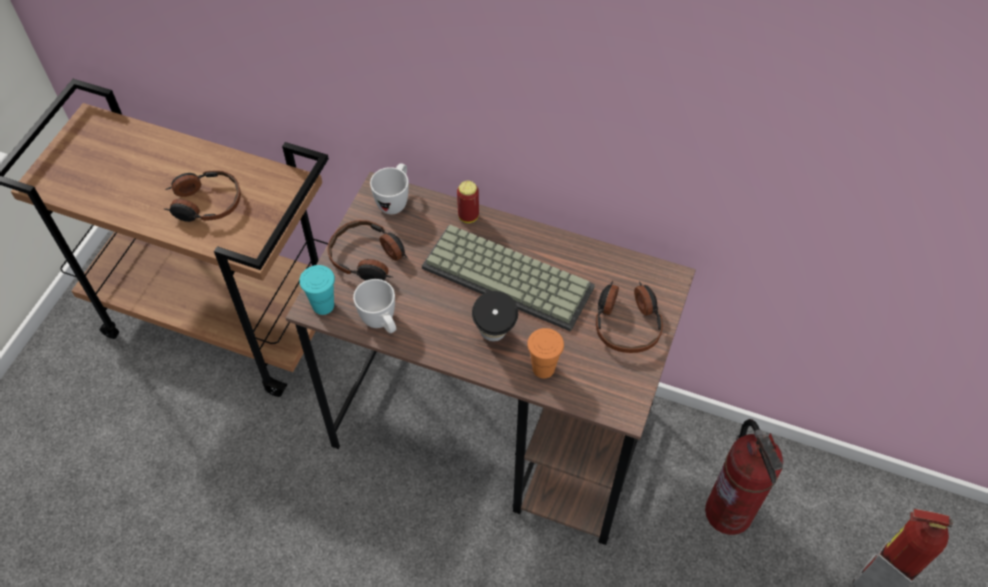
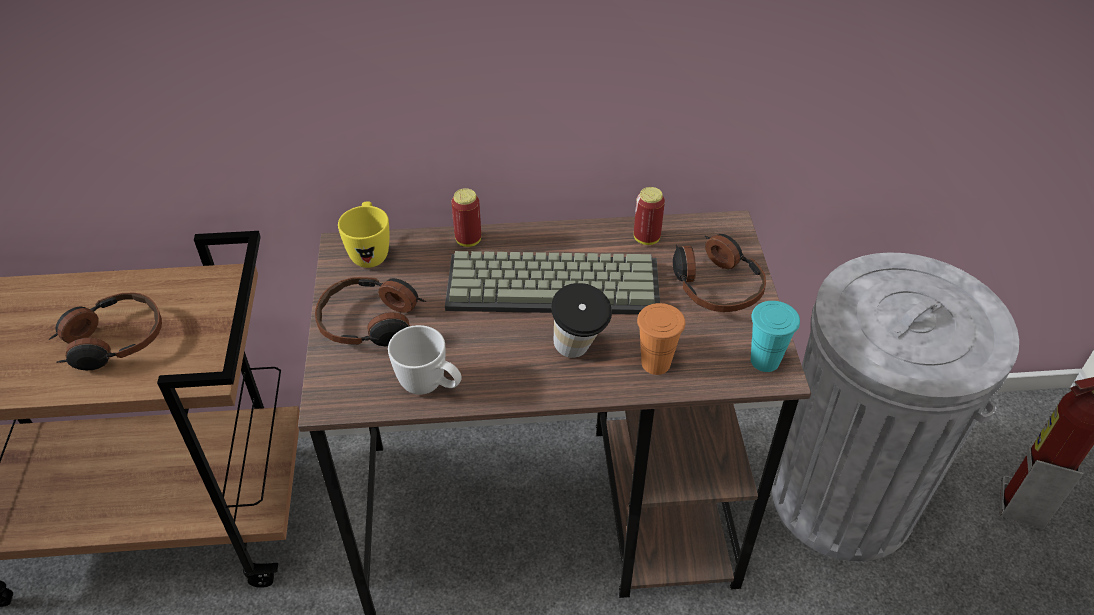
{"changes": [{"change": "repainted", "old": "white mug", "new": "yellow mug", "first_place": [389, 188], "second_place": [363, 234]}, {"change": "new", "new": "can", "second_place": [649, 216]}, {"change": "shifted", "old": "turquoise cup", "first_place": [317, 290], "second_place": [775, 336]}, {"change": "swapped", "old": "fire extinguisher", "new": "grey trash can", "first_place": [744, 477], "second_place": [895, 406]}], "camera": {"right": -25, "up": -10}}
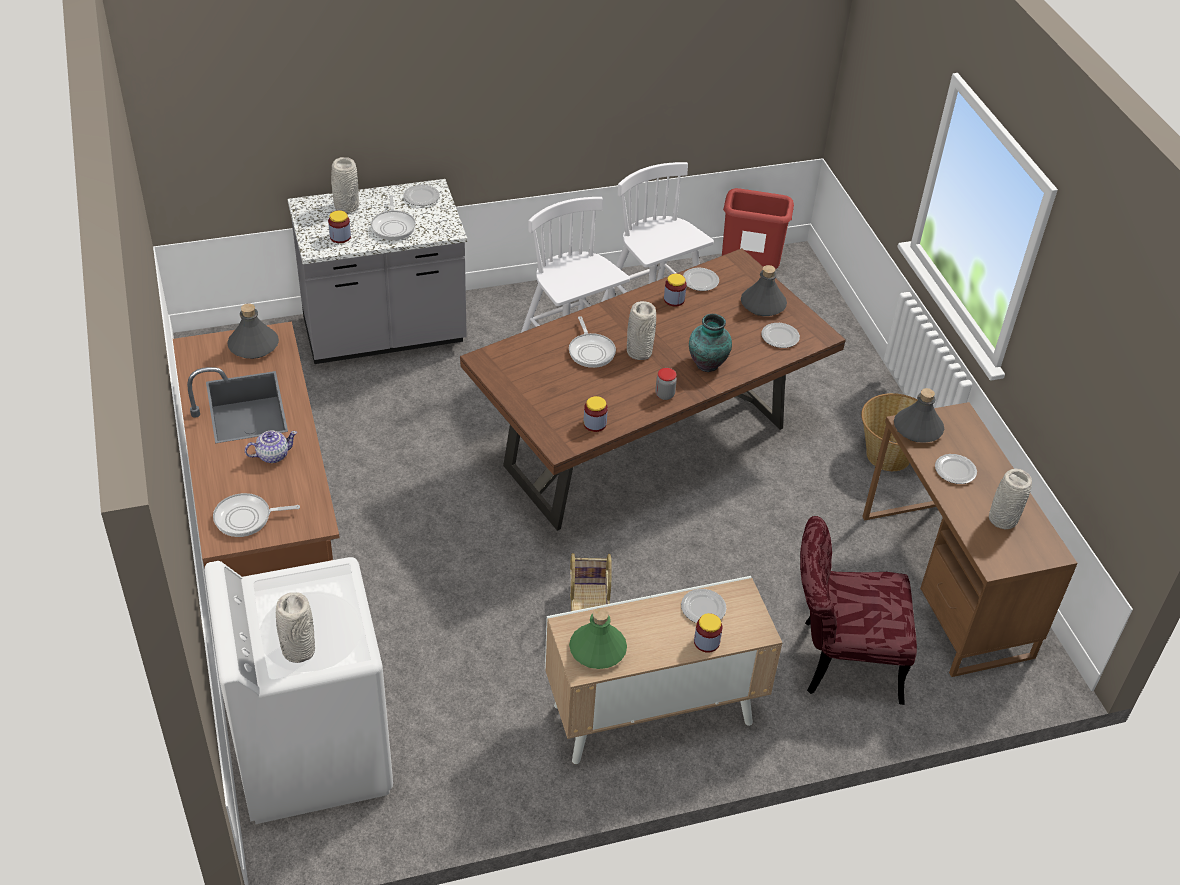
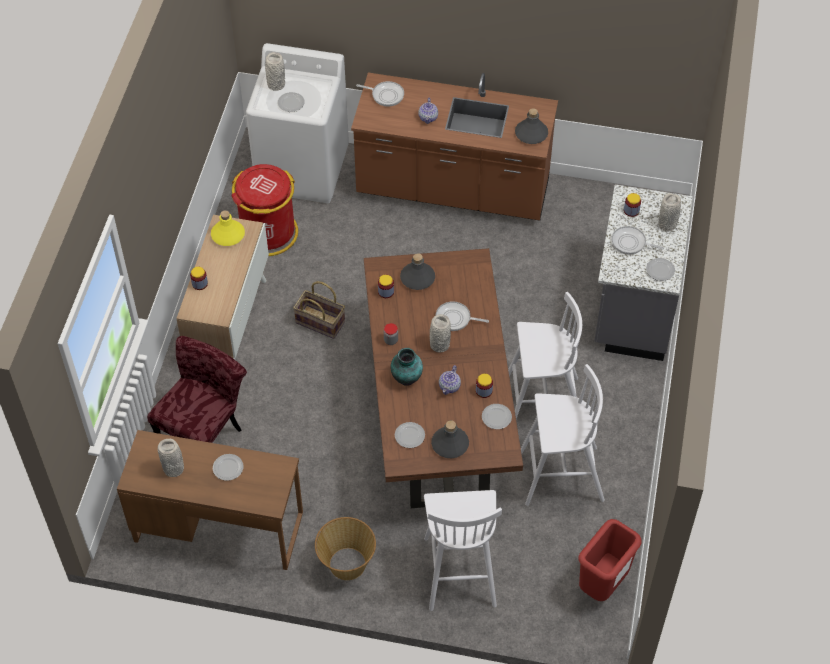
{"changes": [{"change": "repainted", "old": "green bottle", "new": "yellow bottle", "first_place": [598, 638], "second_place": [228, 228]}, {"change": "new", "new": "red trash can", "second_place": [264, 210]}, {"change": "shifted", "old": "plate", "first_place": [703, 606], "second_place": [291, 102]}, {"change": "rotated", "old": "frying pan", "first_place": [256, 515], "second_place": [380, 94], "degrees": 90}, {"change": "shifted", "old": "grey bottle", "first_place": [919, 415], "second_place": [417, 271]}, {"change": "new", "new": "white stool", "second_place": [463, 550]}, {"change": "new", "new": "teapot", "second_place": [450, 380]}], "camera": {"right": 120, "up": 10}}
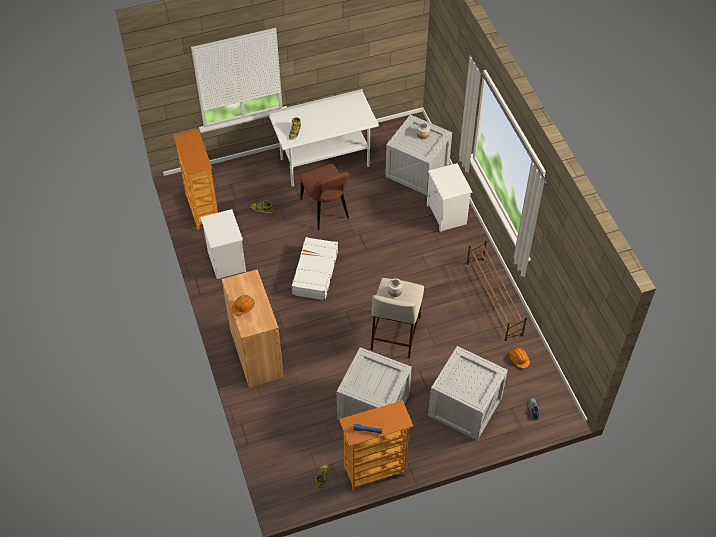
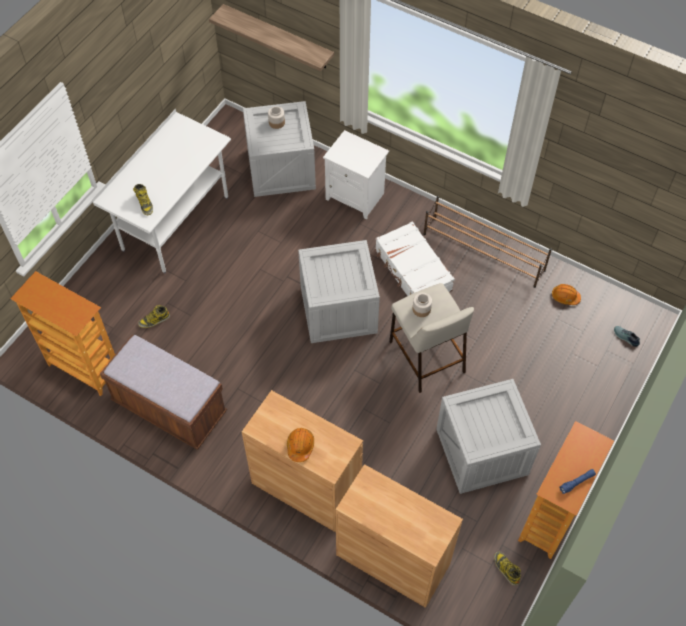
{"changes": [{"change": "swapped", "old": "white nightstand", "new": "brown bench", "first_place": [223, 244], "second_place": [163, 392]}, {"change": "new", "new": "shelf", "second_place": [271, 37]}, {"change": "shifted", "old": "crate", "first_place": [468, 393], "second_place": [339, 291]}, {"change": "new", "new": "brown cabinet", "second_place": [399, 536]}, {"change": "shifted", "old": "white suitcase", "first_place": [314, 268], "second_place": [415, 258]}, {"change": "gone", "old": "brown chair", "first_place": [324, 197]}], "camera": {"right": -40, "up": 5}}
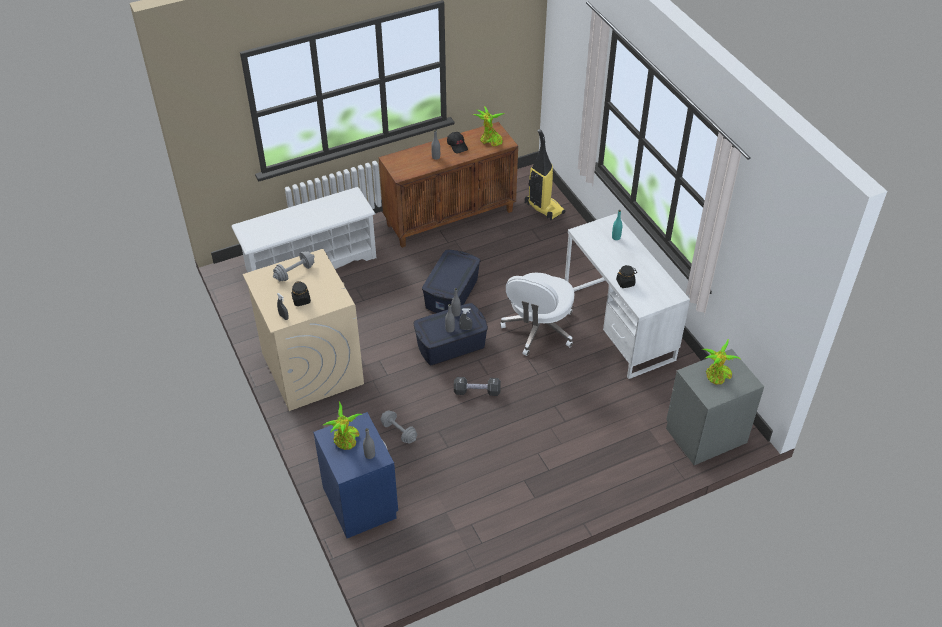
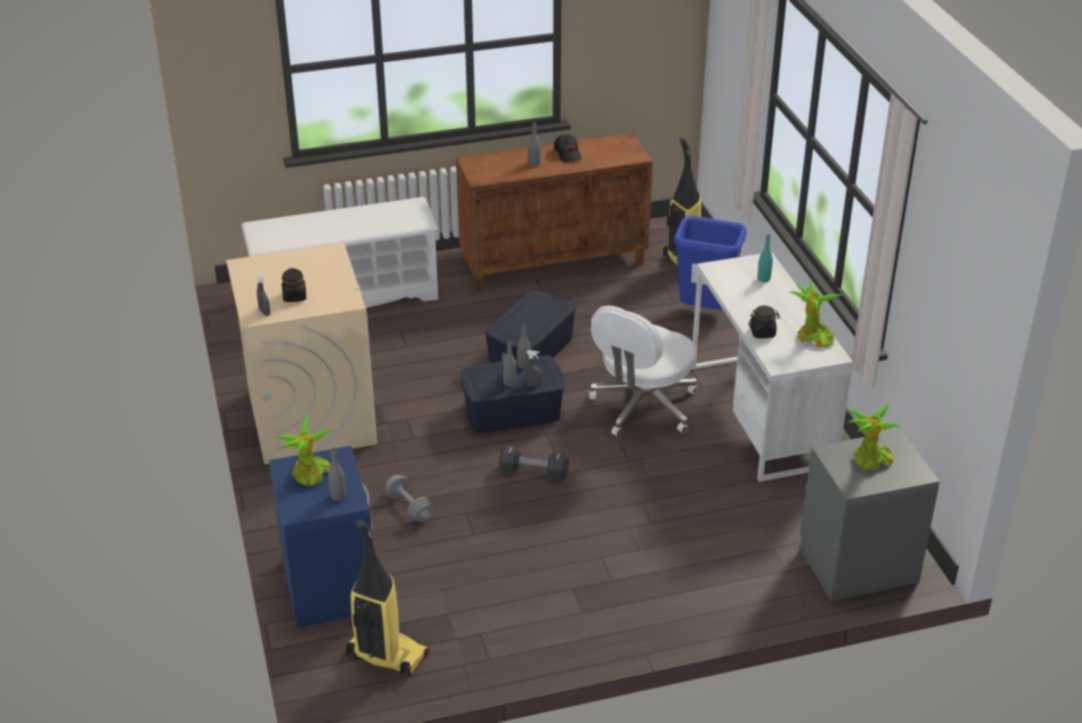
{"changes": [{"change": "new", "new": "vacuum cleaner", "second_place": [387, 599]}, {"change": "new", "new": "blue trash can", "second_place": [710, 262]}, {"change": "shifted", "old": "potted plant", "first_place": [488, 126], "second_place": [816, 314]}, {"change": "gone", "old": "grey dumbbell", "first_place": [294, 266]}], "camera": {"right": 10, "up": -10}}
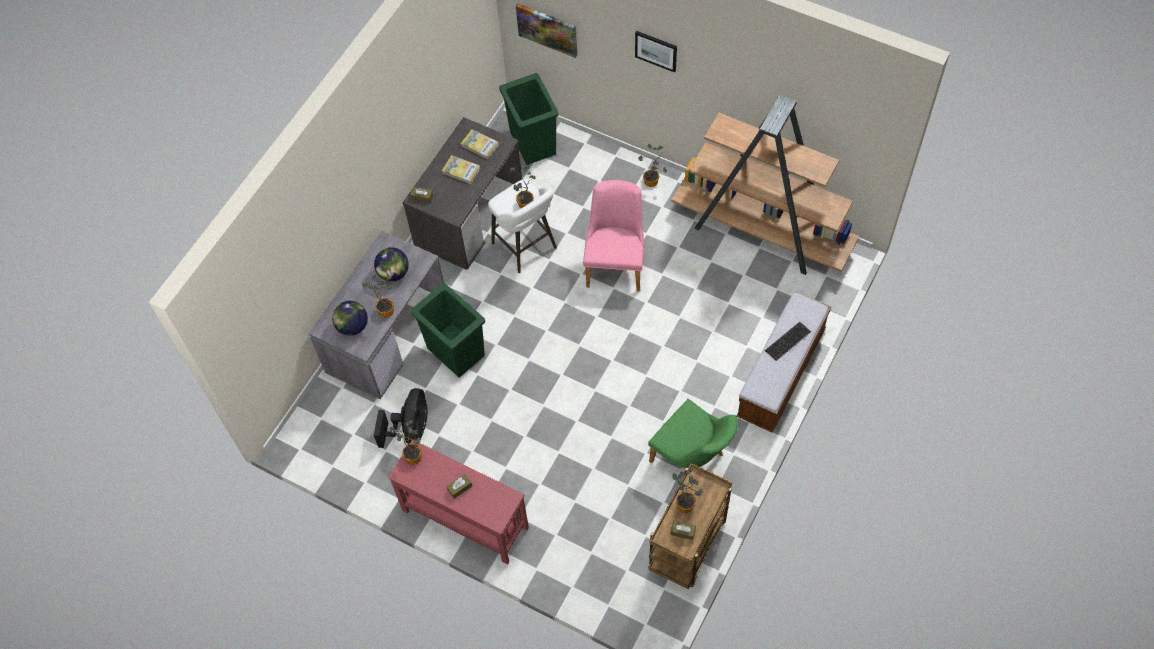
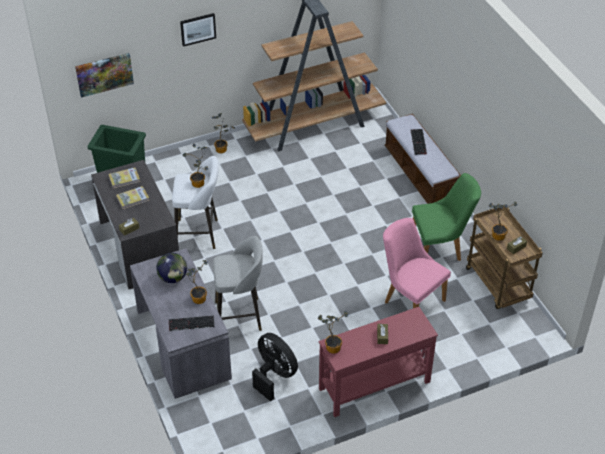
{"changes": [{"change": "swapped", "old": "globe", "new": "keyboard", "first_place": [350, 318], "second_place": [191, 323]}, {"change": "swapped", "old": "green trash can", "new": "grey stool", "first_place": [448, 330], "second_place": [238, 283]}, {"change": "shifted", "old": "pink chair", "first_place": [613, 236], "second_place": [417, 263]}], "camera": {"right": -55, "up": -15}}
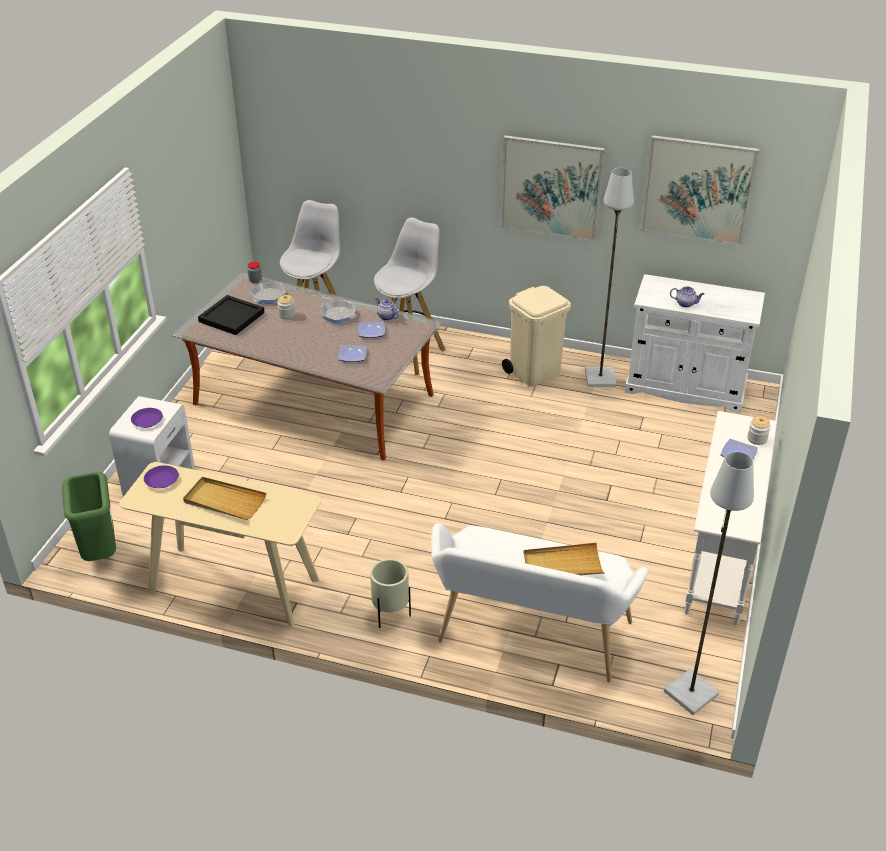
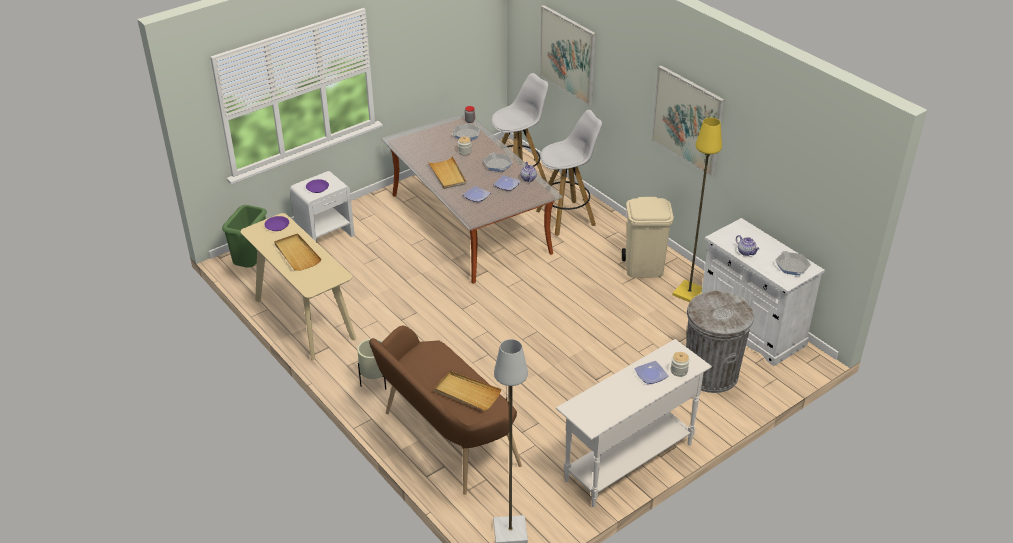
{"changes": [{"change": "repainted", "old": "white bench", "new": "brown bench", "first_place": [539, 603], "second_place": [445, 410]}, {"change": "new", "new": "beige tray", "second_place": [446, 172]}, {"change": "shifted", "old": "picture", "first_place": [699, 190], "second_place": [568, 55]}, {"change": "repainted", "old": "grey floor lamp", "new": "yellow floor lamp", "first_place": [609, 277], "second_place": [697, 209]}, {"change": "new", "new": "grey trash can", "second_place": [720, 341]}, {"change": "new", "new": "frying pan", "second_place": [793, 263]}, {"change": "gone", "old": "black tray", "first_place": [231, 315]}], "camera": {"right": 35, "up": 0}}
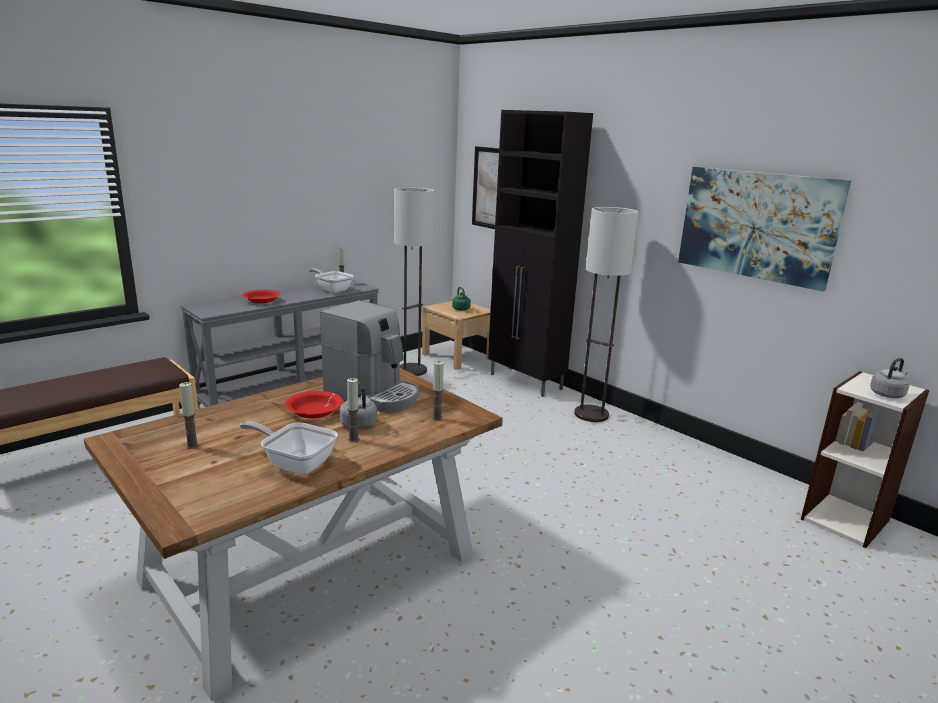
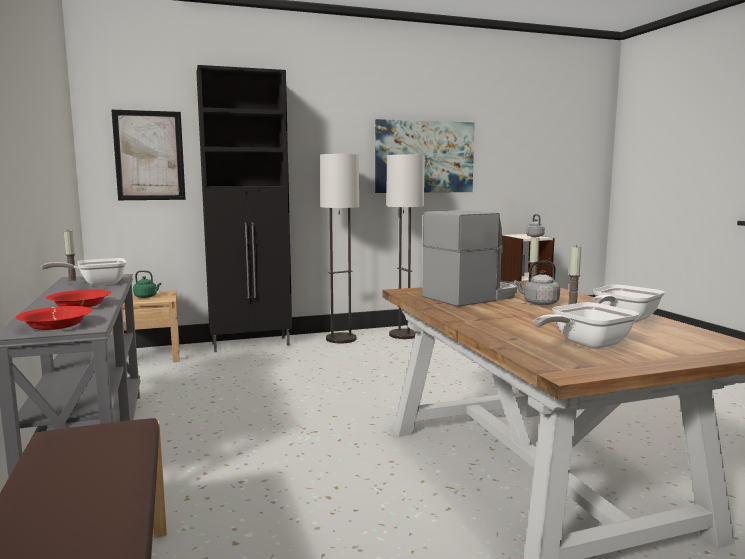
{"changes": [{"change": "shifted", "old": "red bowl", "first_place": [314, 404], "second_place": [53, 318]}, {"change": "shifted", "old": "floor lamp", "first_place": [414, 281], "second_place": [406, 247]}, {"change": "swapped", "old": "candle", "new": "frying pan", "first_place": [189, 415], "second_place": [586, 325]}], "camera": {"right": -65, "up": -10}}
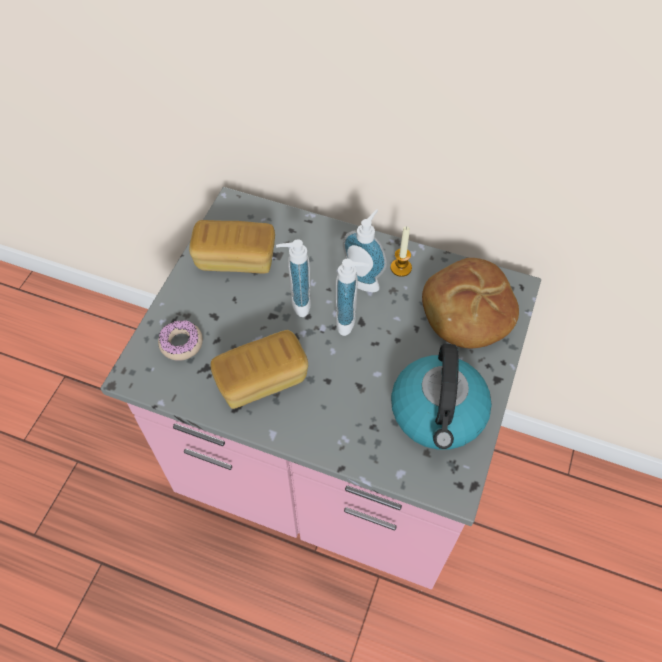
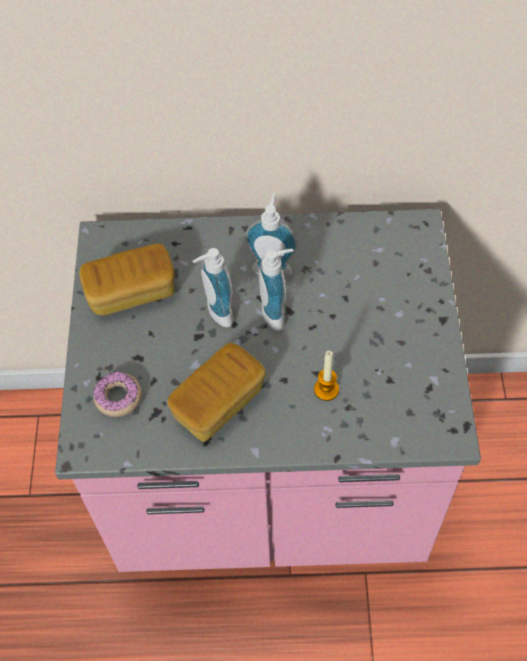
{"changes": [{"change": "shifted", "old": "candle", "first_place": [401, 251], "second_place": [326, 376]}, {"change": "gone", "old": "kettle", "first_place": [441, 397]}, {"change": "gone", "old": "bread", "first_place": [470, 303]}], "camera": {"right": -20, "up": 0}}
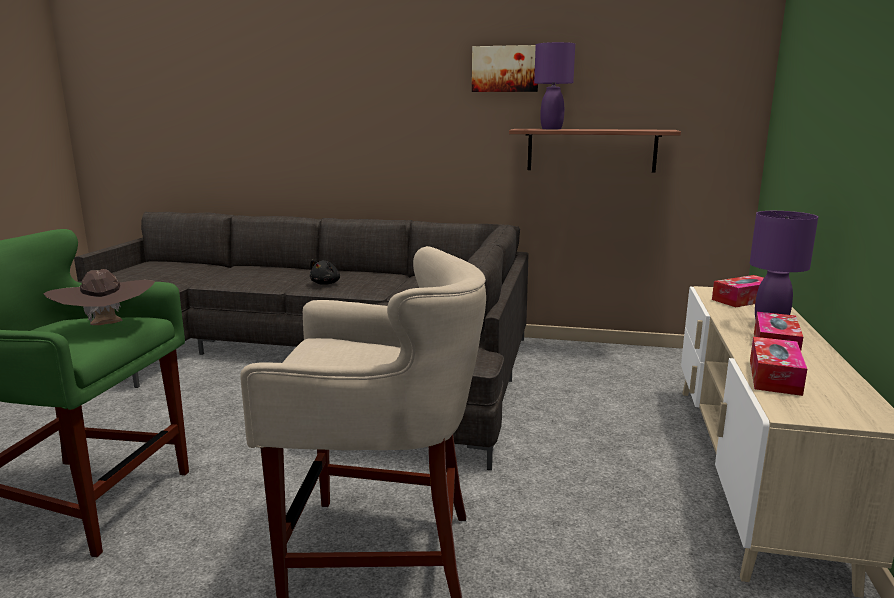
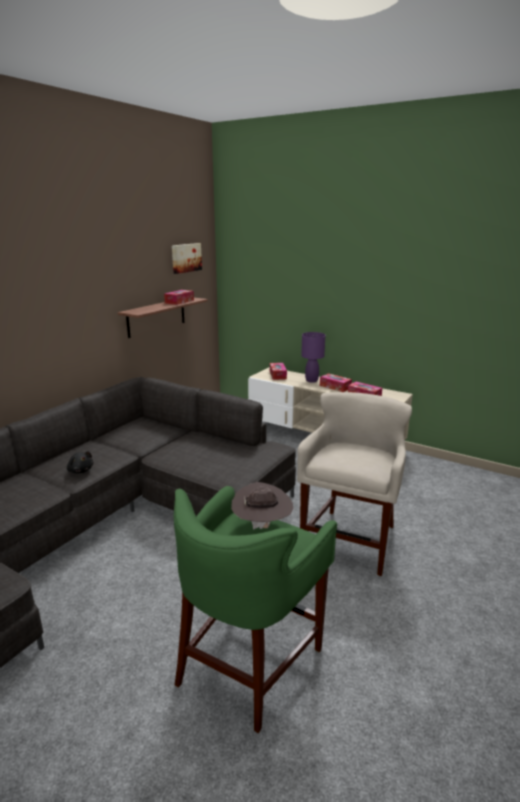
{"changes": [{"change": "new", "new": "tissue box", "second_place": [179, 297]}, {"change": "shifted", "old": "picture", "first_place": [505, 68], "second_place": [187, 258]}, {"change": "gone", "old": "purple table lamp", "first_place": [554, 85]}], "camera": {"right": -70, "up": 5}}
